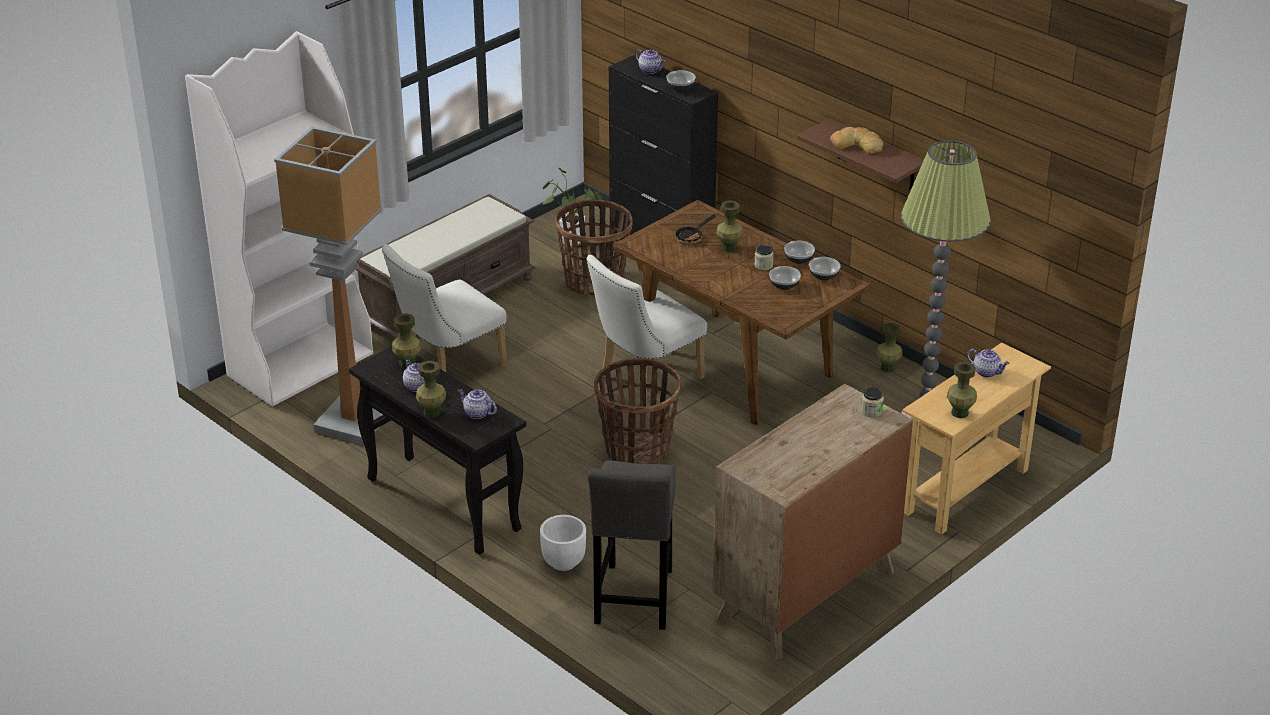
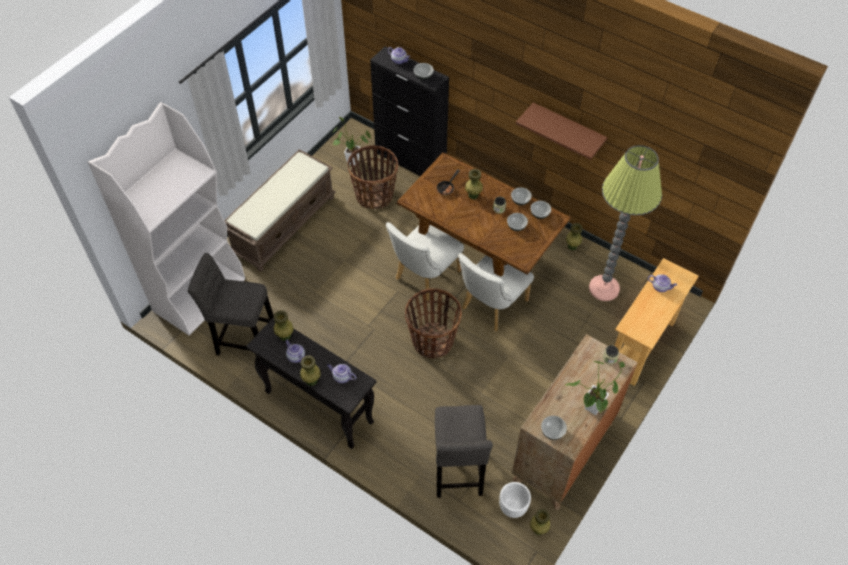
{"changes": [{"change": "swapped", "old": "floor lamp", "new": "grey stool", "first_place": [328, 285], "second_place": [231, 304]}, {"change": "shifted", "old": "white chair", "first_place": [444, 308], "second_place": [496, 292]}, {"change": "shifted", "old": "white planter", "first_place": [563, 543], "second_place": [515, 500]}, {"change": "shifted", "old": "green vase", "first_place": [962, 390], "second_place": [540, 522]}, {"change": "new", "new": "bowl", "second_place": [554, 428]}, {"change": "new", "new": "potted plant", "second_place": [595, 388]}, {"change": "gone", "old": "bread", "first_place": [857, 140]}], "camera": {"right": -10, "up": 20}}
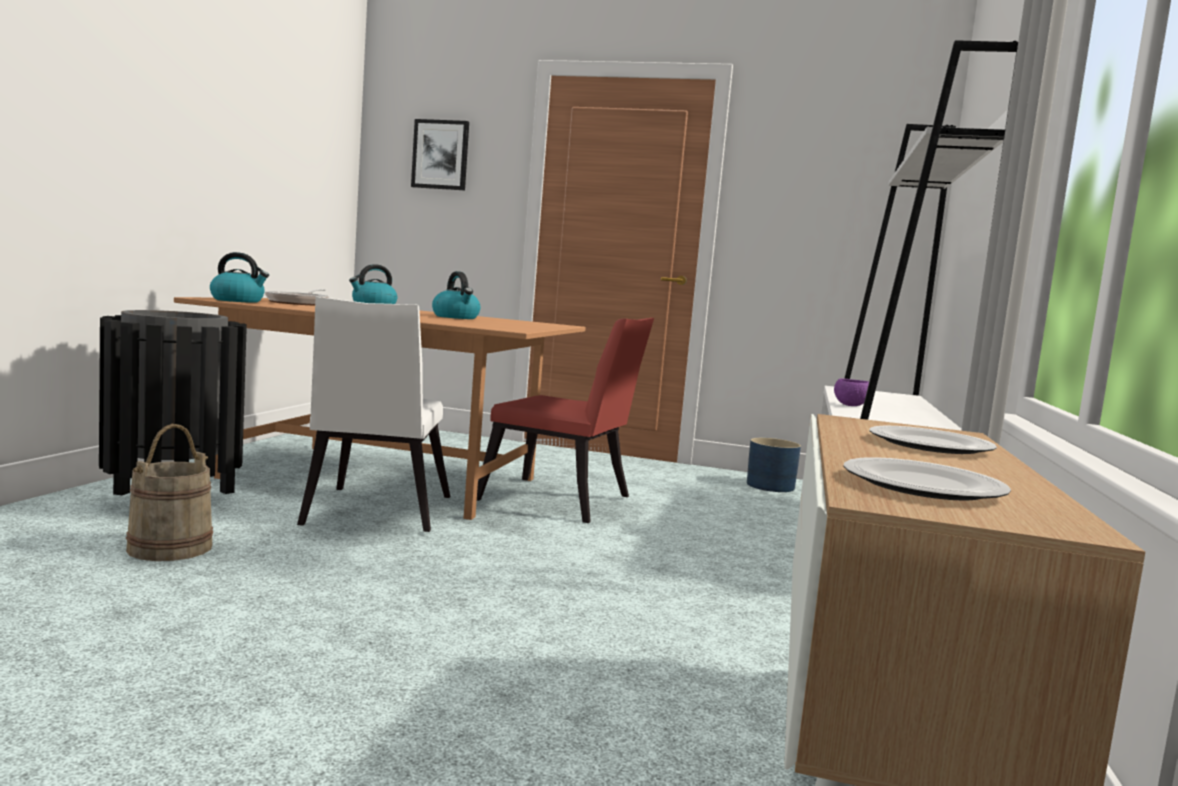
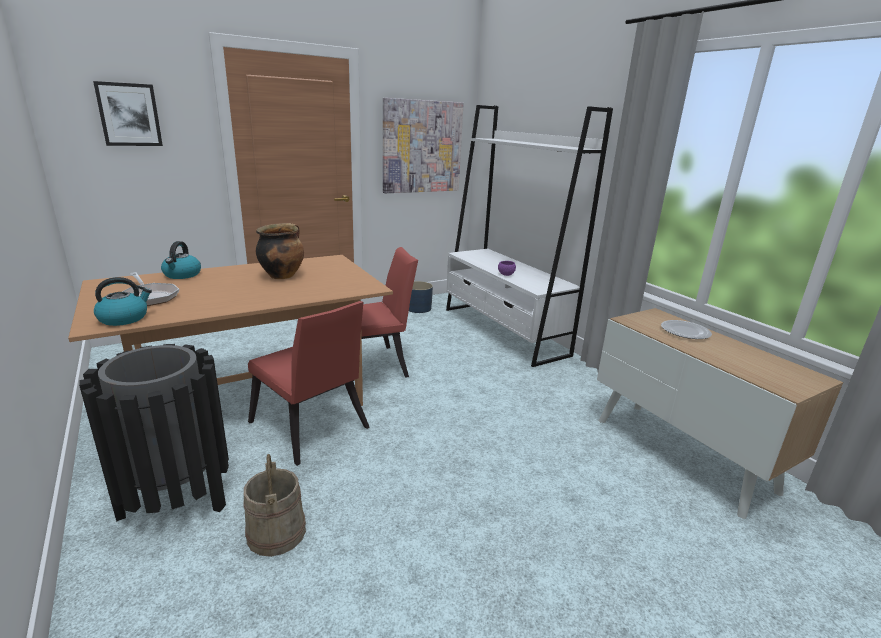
{"changes": [{"change": "repainted", "old": "white chair", "new": "red chair", "first_place": [373, 414], "second_place": [309, 383]}, {"change": "swapped", "old": "kettle", "new": "cooking pot", "first_place": [456, 295], "second_place": [280, 251]}, {"change": "new", "new": "picture", "second_place": [423, 145]}, {"change": "gone", "old": "plate", "first_place": [927, 479]}], "camera": {"right": -45, "up": 15}}
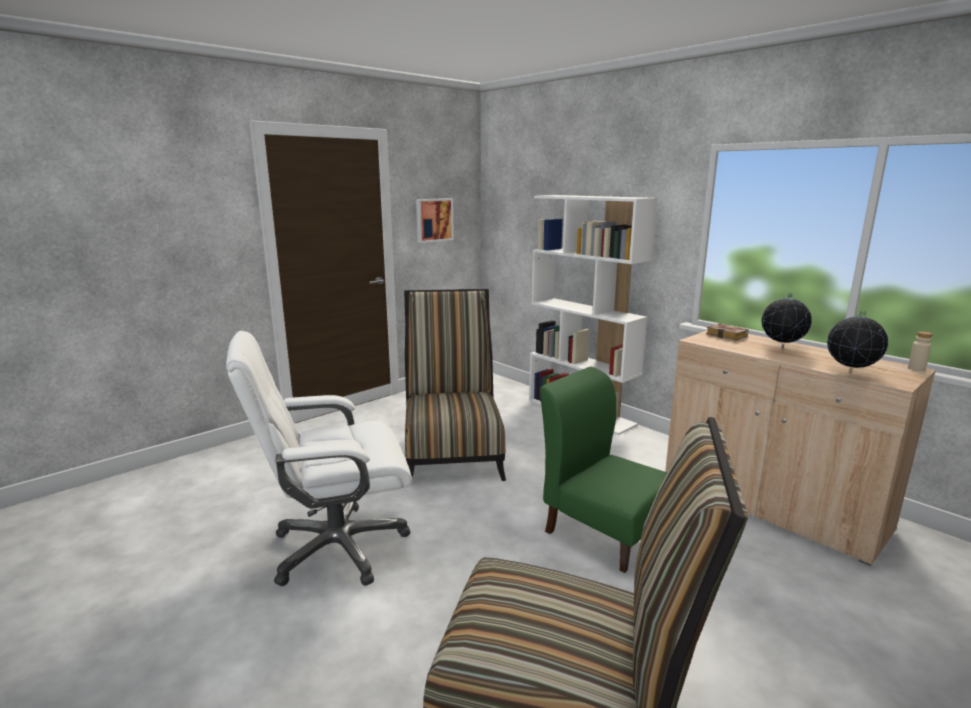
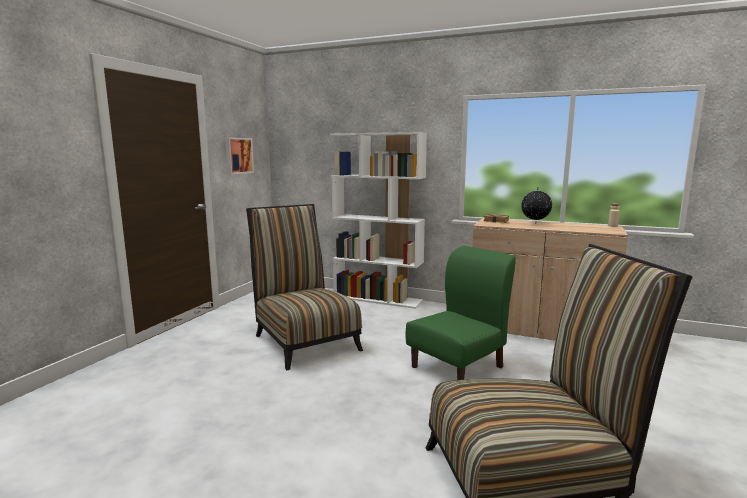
{"changes": [{"change": "rotated", "old": "green chair", "first_place": [603, 470], "second_place": [460, 313], "degrees": 120}, {"change": "gone", "old": "white office chair", "first_place": [319, 458]}, {"change": "gone", "old": "globe", "first_place": [857, 342]}], "camera": {"right": -25, "up": -5}}
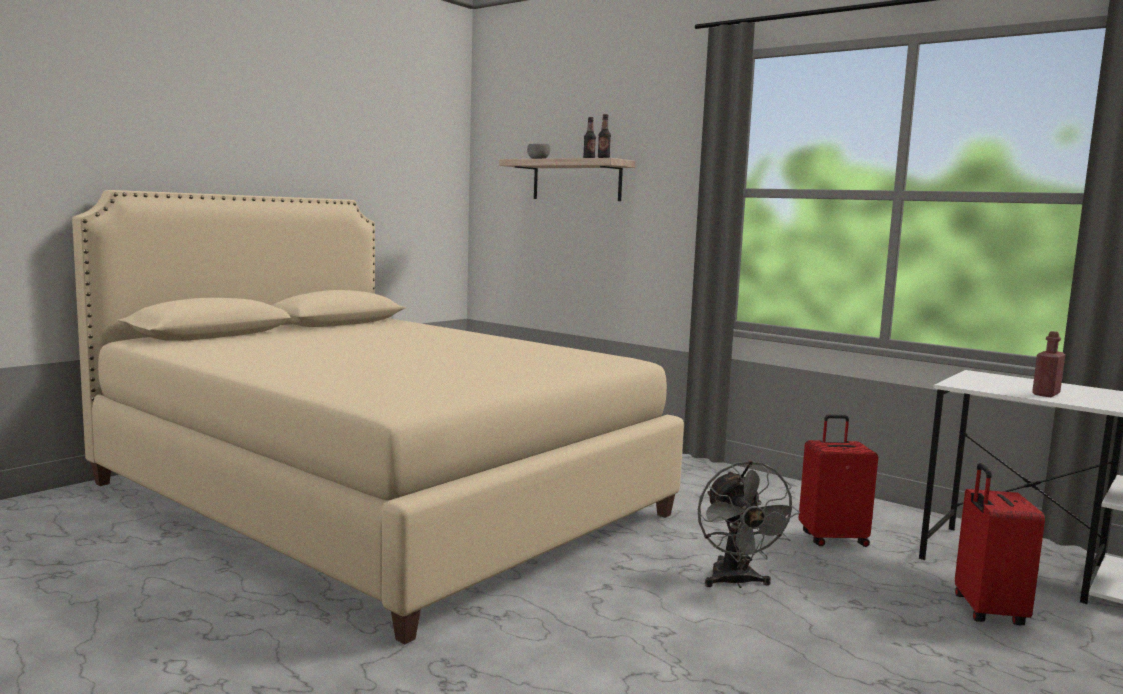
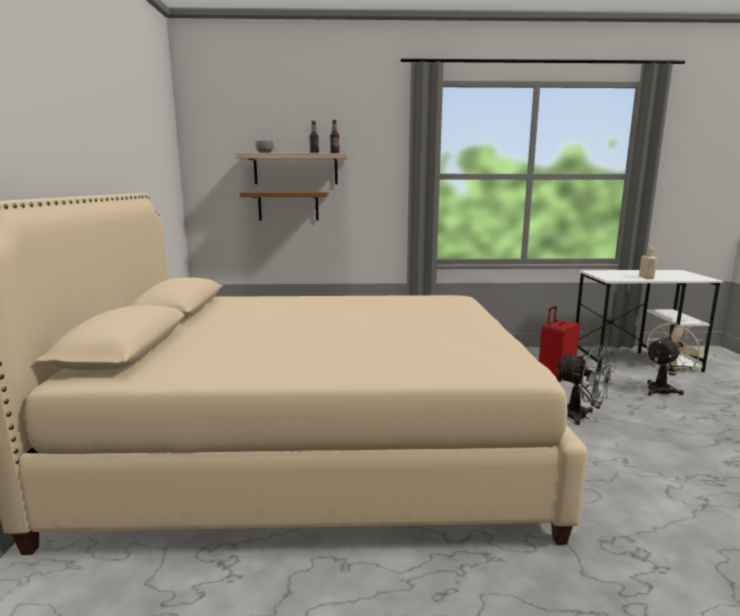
{"changes": [{"change": "new", "new": "shelf", "second_place": [284, 206]}, {"change": "repainted", "old": "red bottle", "new": "beige bottle", "first_place": [1048, 364], "second_place": [648, 262]}, {"change": "swapped", "old": "red suitcase", "new": "beige fan", "first_place": [1000, 544], "second_place": [675, 359]}], "camera": {"right": -40, "up": 5}}
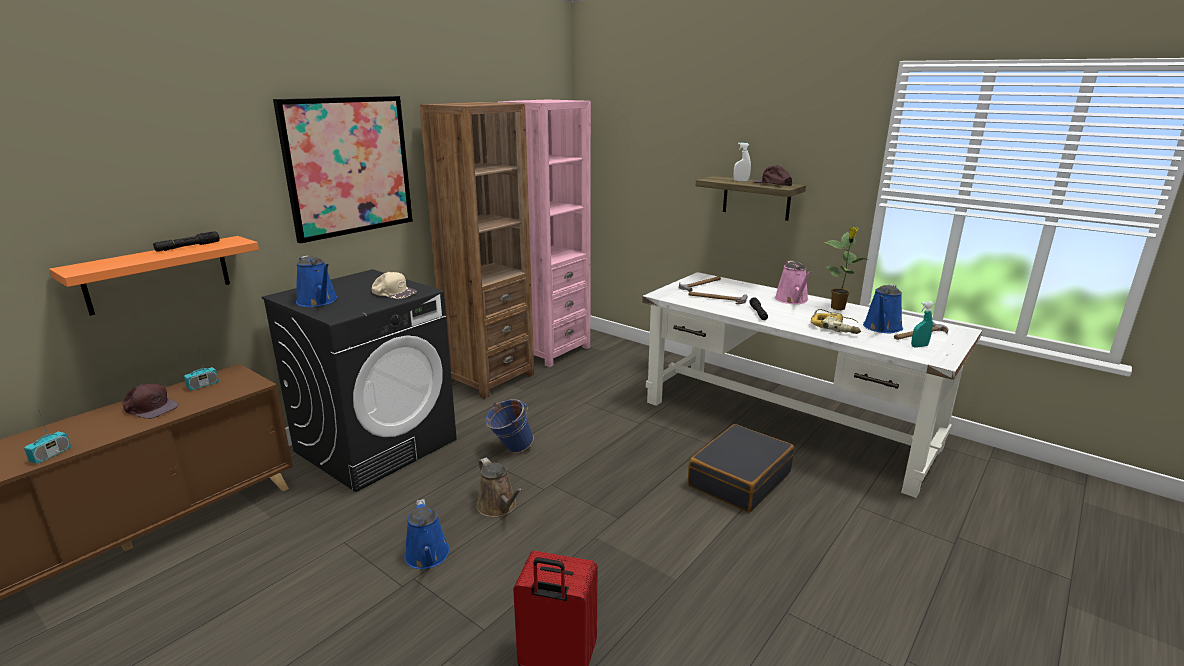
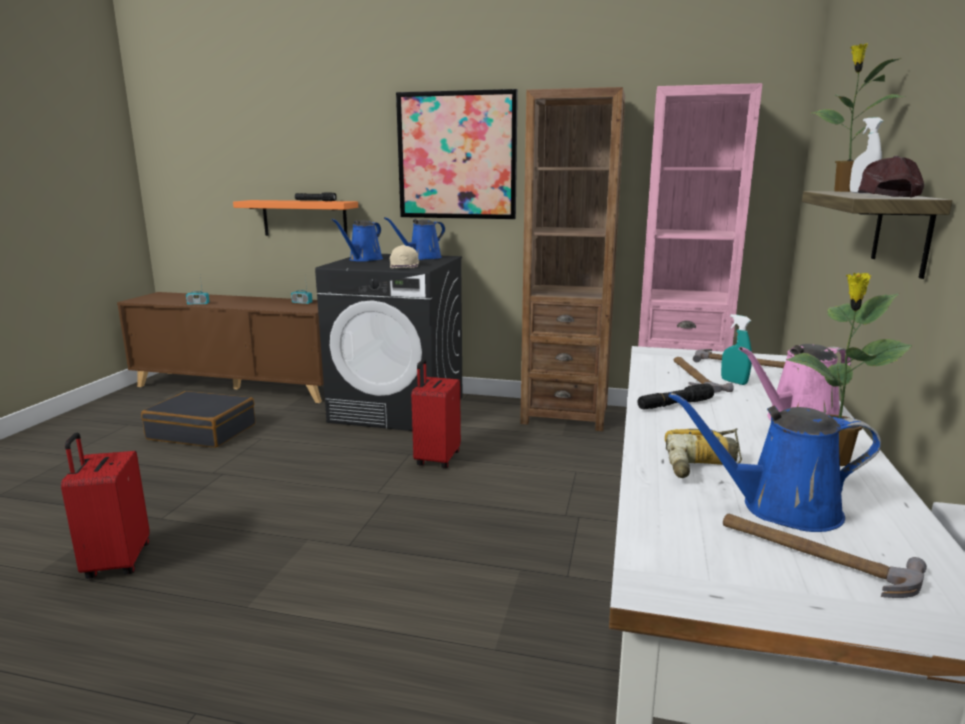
{"changes": [{"change": "shifted", "old": "black suitcase", "first_place": [741, 468], "second_place": [198, 419]}, {"change": "shifted", "old": "blue watering can", "first_place": [427, 534], "second_place": [414, 238]}, {"change": "swapped", "old": "blue bucket", "new": "red suitcase", "first_place": [509, 426], "second_place": [436, 413]}, {"change": "shifted", "old": "turquoise spray bottle", "first_place": [922, 324], "second_place": [736, 349]}, {"change": "new", "new": "potted plant", "second_place": [858, 117]}, {"change": "gone", "old": "brown cap", "first_place": [150, 401]}, {"change": "gone", "old": "brown watering can", "first_place": [500, 487]}], "camera": {"right": 65, "up": -5}}
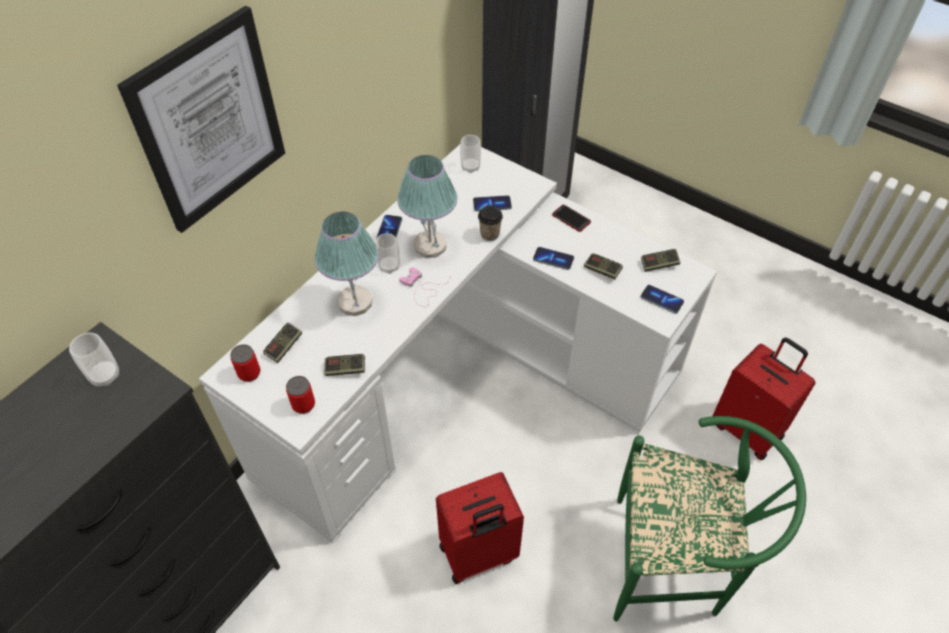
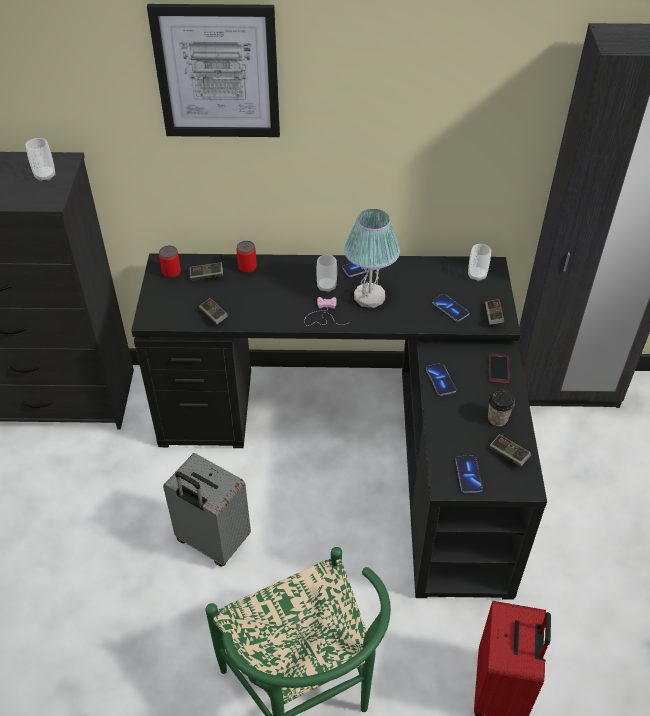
{"changes": [{"change": "repainted", "old": "white desk", "new": "black desk", "first_place": [458, 344], "second_place": [339, 426]}, {"change": "repainted", "old": "red suitcase", "new": "grey suitcase", "first_place": [480, 528], "second_place": [207, 510]}, {"change": "shifted", "old": "can", "first_place": [300, 395], "second_place": [246, 257]}, {"change": "shifted", "old": "game controller", "first_place": [603, 266], "second_place": [495, 312]}, {"change": "shifted", "old": "cup", "first_place": [490, 223], "second_place": [501, 408]}, {"change": "gone", "old": "table lamp", "first_place": [347, 264]}], "camera": {"right": 55, "up": -5}}
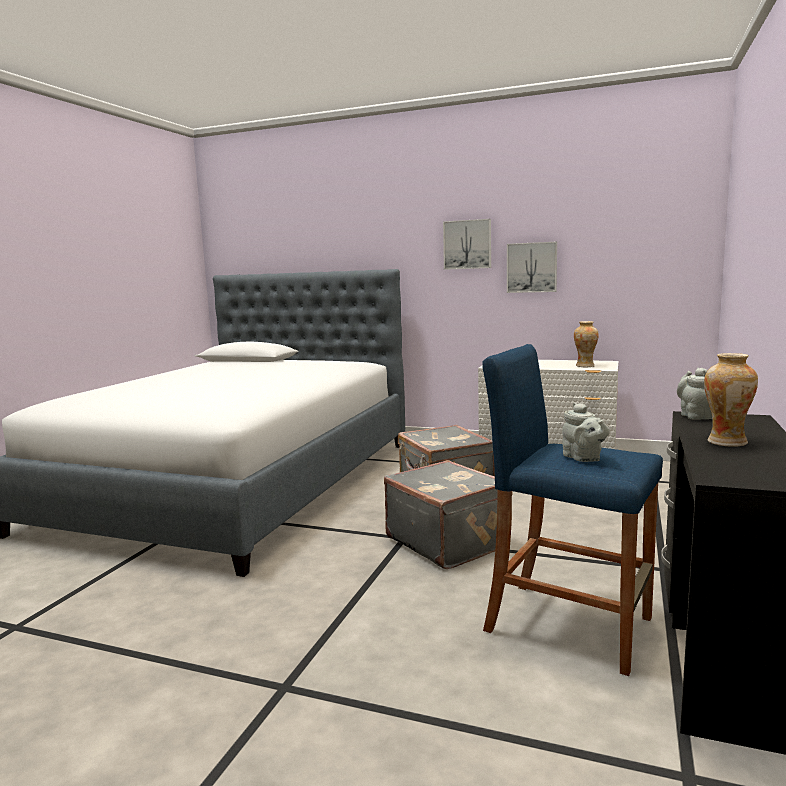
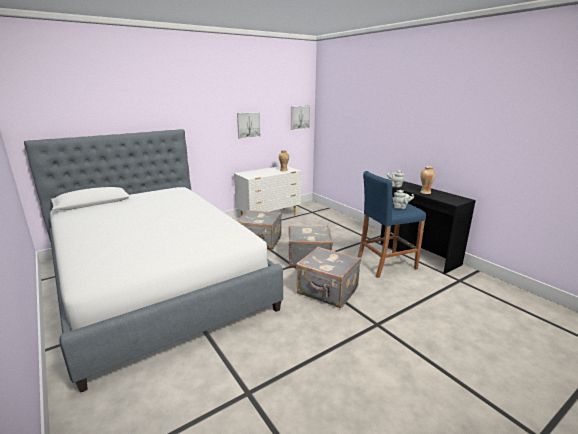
{"changes": [{"change": "shifted", "old": "picture", "first_place": [467, 244], "second_place": [300, 118]}, {"change": "new", "new": "grey suitcase", "second_place": [328, 277]}], "camera": {"right": -55, "up": 10}}
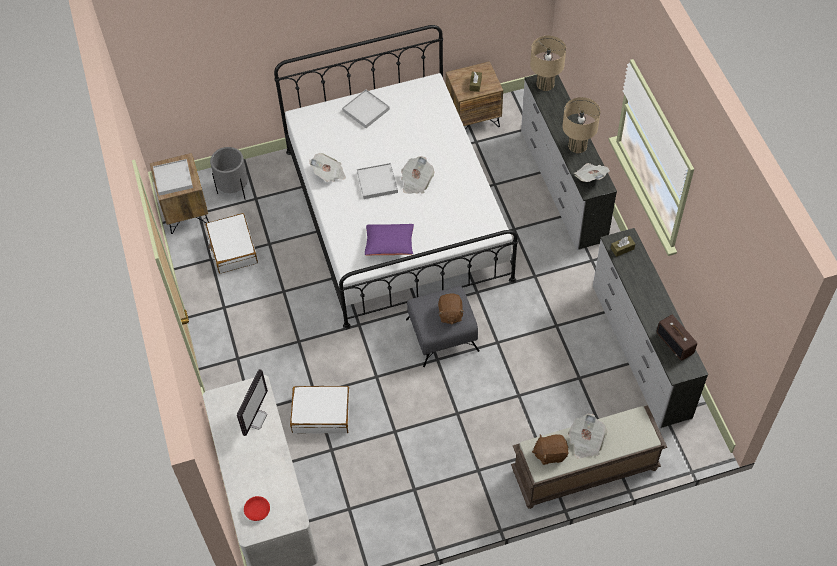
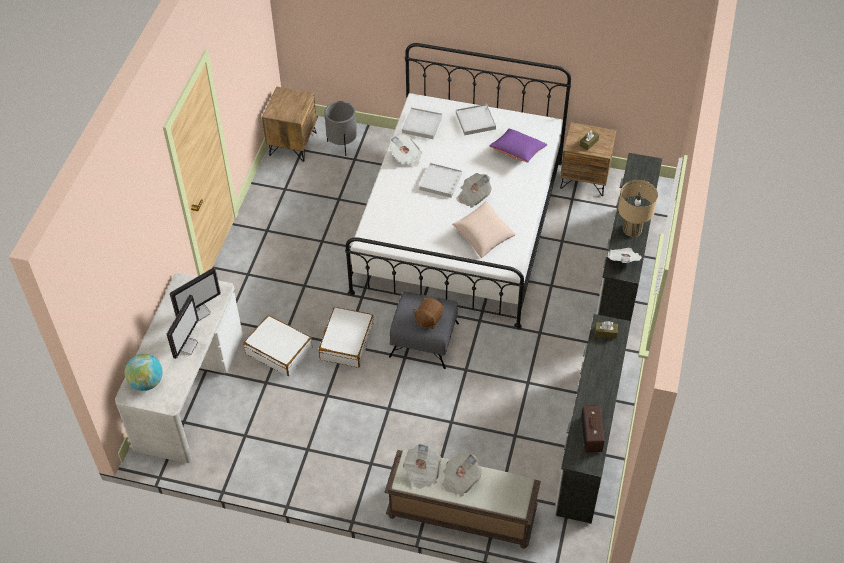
{"changes": [{"change": "swapped", "old": "red bowl", "new": "globe", "first_place": [257, 508], "second_place": [144, 372]}, {"change": "new", "new": "monitor", "second_place": [183, 326]}, {"change": "shifted", "old": "white suitcase", "first_place": [232, 243], "second_place": [346, 337]}, {"change": "shifted", "old": "white tray", "first_place": [173, 177], "second_place": [422, 123]}, {"change": "swapped", "old": "brown plush toy", "new": "newspaper", "first_place": [550, 449], "second_place": [422, 466]}, {"change": "new", "new": "beige pillow", "second_place": [484, 229]}, {"change": "shifted", "old": "purple pillow", "first_place": [389, 239], "second_place": [518, 146]}, {"change": "gone", "old": "beige table lamp", "first_place": [548, 63]}], "camera": {"right": 30, "up": -5}}
